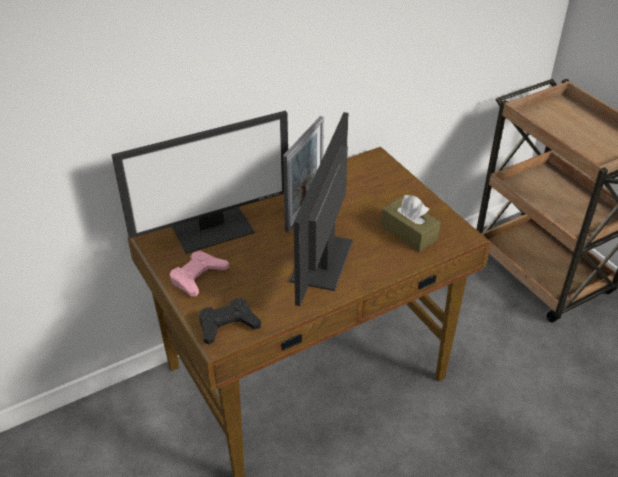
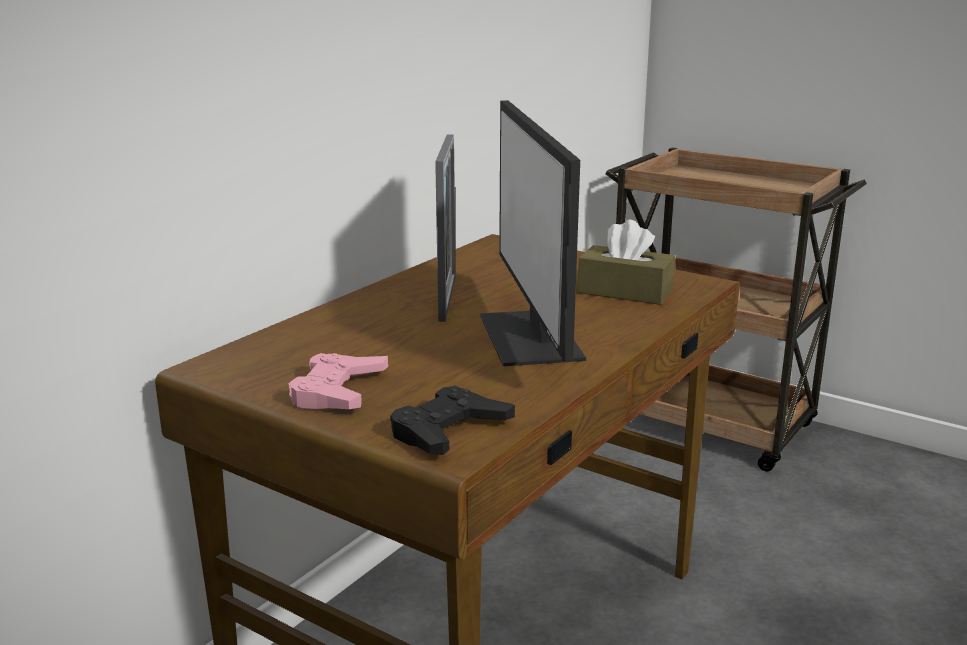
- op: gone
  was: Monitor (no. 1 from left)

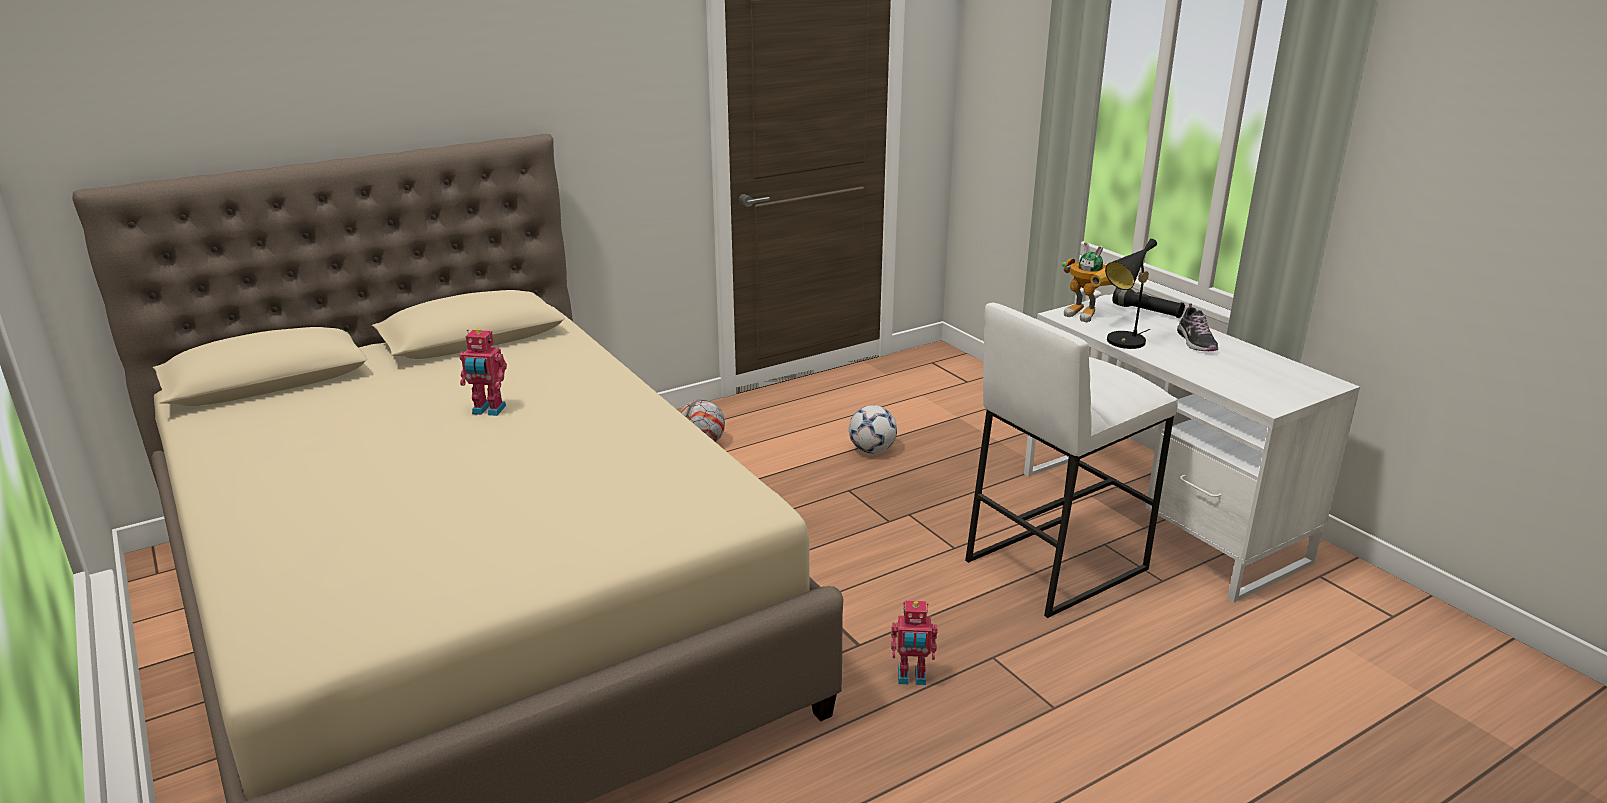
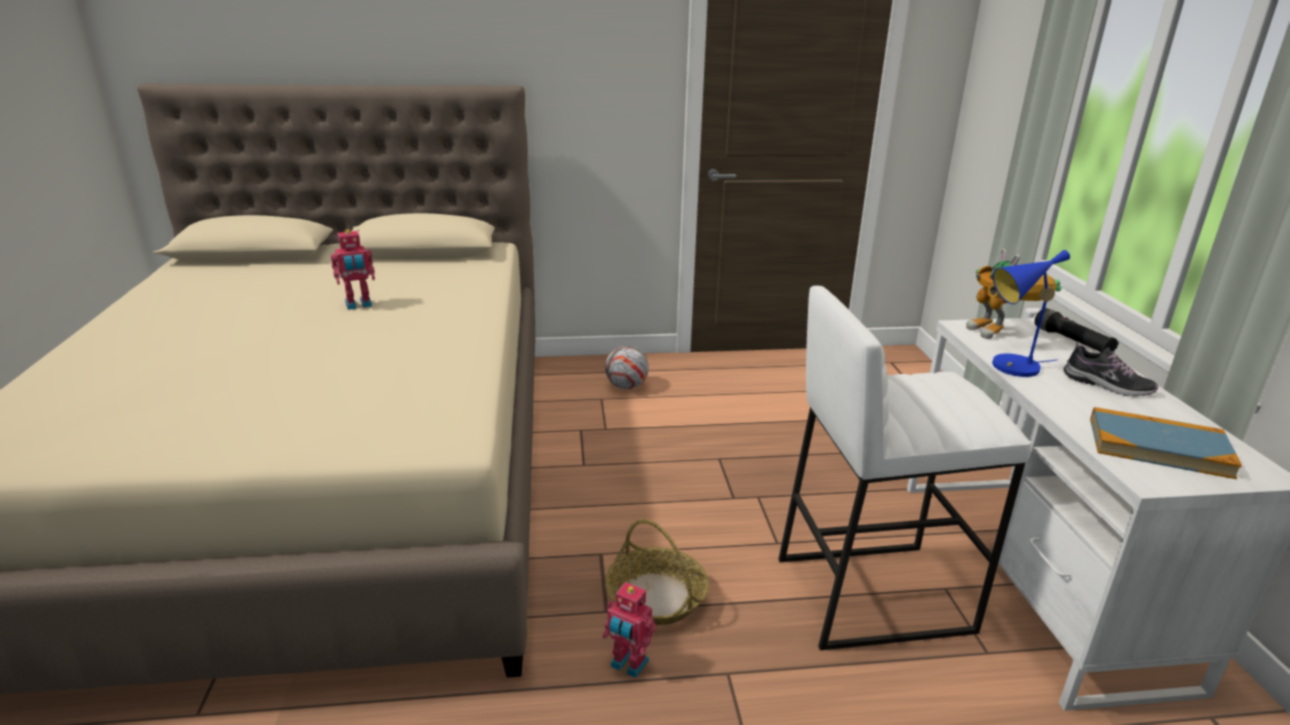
- op: gone
  was: Fußball (no. 2 from left)
- op: new
  now: Korb
- op: new
  now: Buch
- op: repainted
  was: Tischlampe (schwarz)
  now: Tischlampe (blau)
- op: rotated
  was: Spielzeugroboter (no. 1 from left)
  clockwise: -60
- op: rotated
  was: Schuh
  clockwise: -75

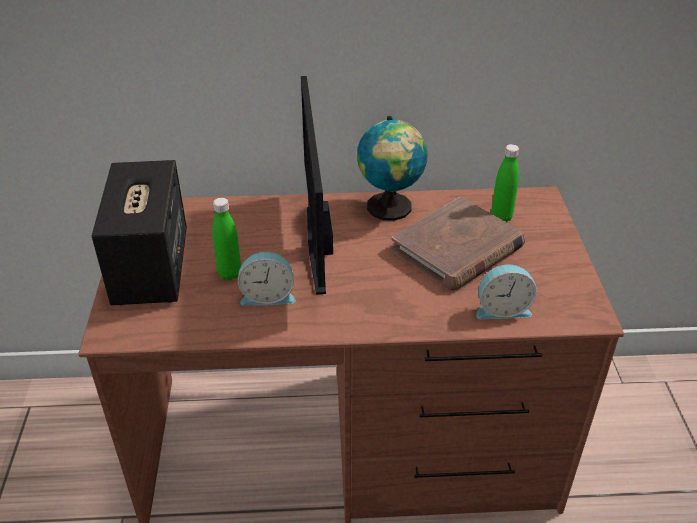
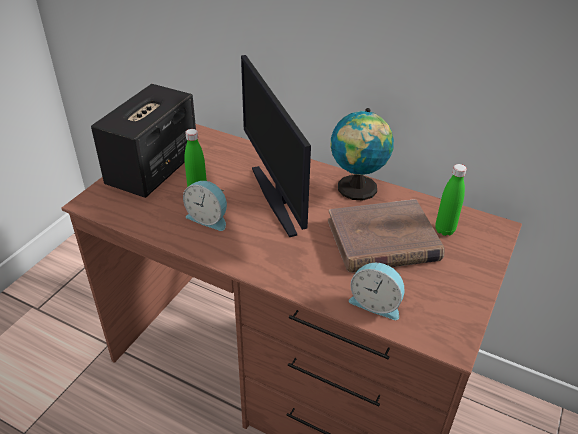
- op: rotated
  was: Monitor
  clockwise: -45

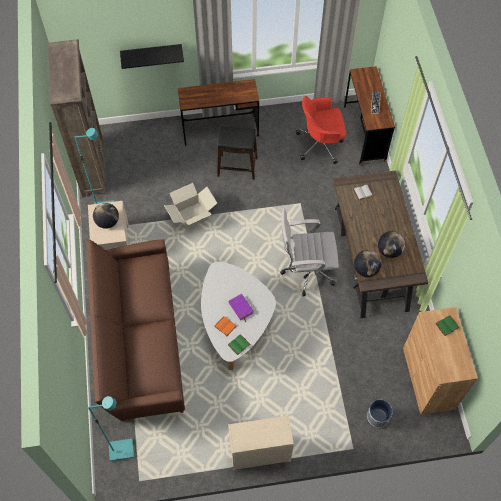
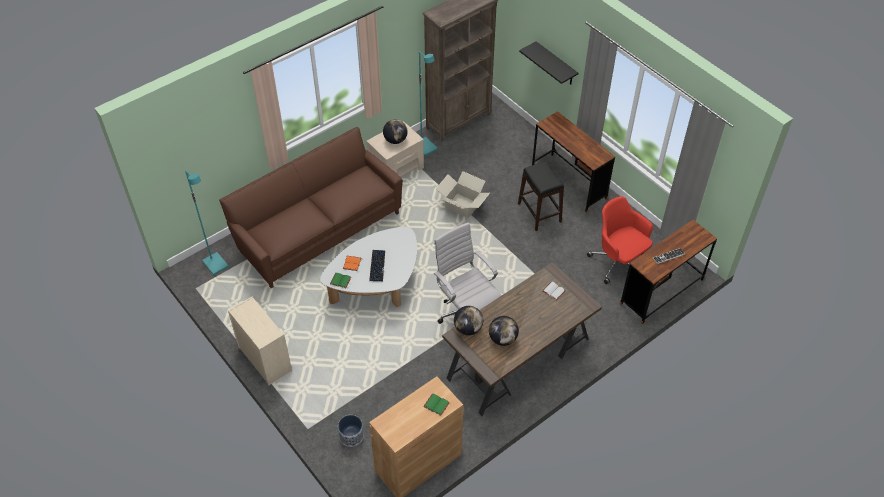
- op: swapped
  was: Buch (lila)
  now: Tastatur (no. 1 from left)

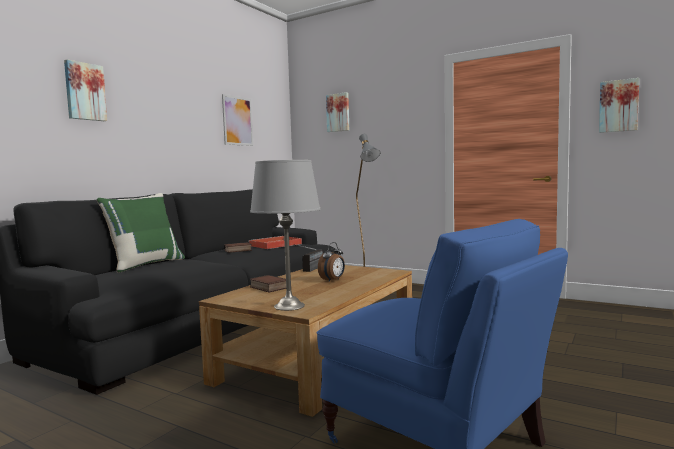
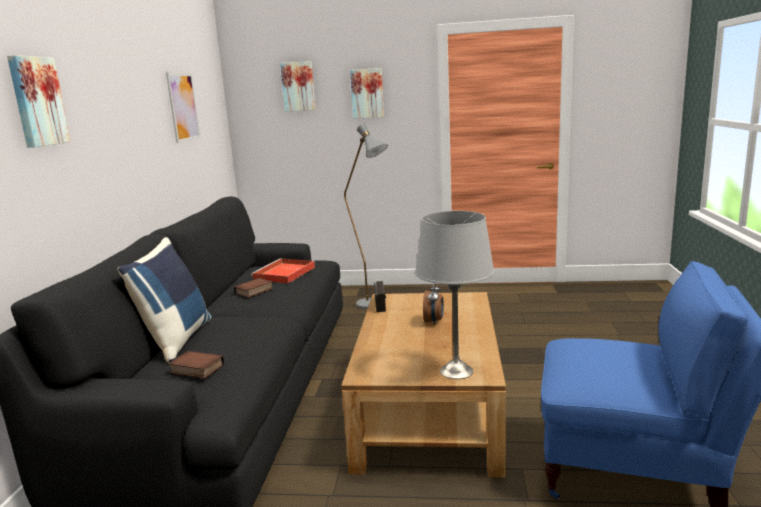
- op: shifted
  was: Buch (no. 2 from left in the first image)
  now: Buch (no. 1 from left)
- op: shifted
  was: Bild (no. 4 from left)
- op: repainted
  was: Kissen (grün)
  now: Kissen (blau)

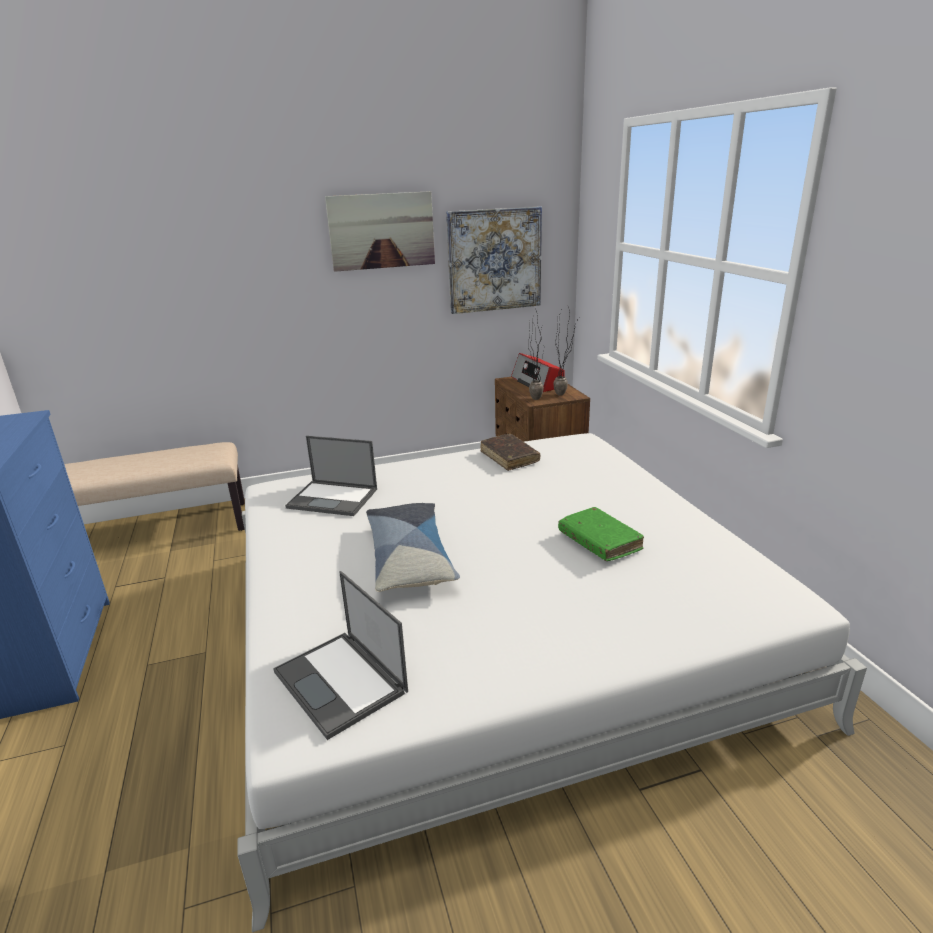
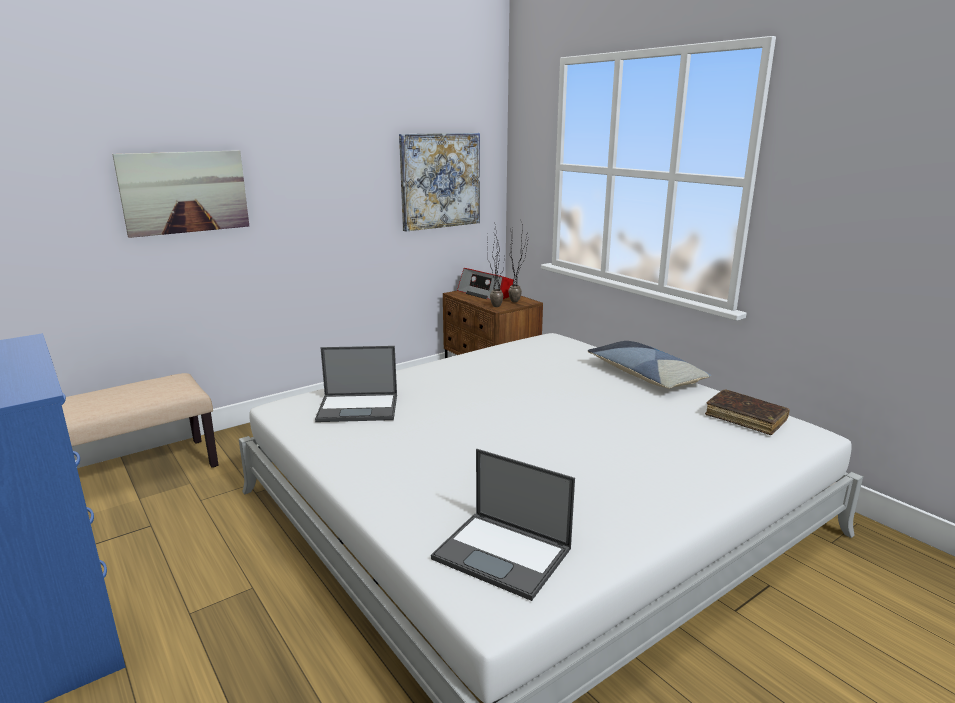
- op: gone
  was: Buch (grün)
- op: shifted
  was: Bild (no. 1 from left)
- op: shifted
  was: Kissen
- op: shifted
  was: Buch (braun)

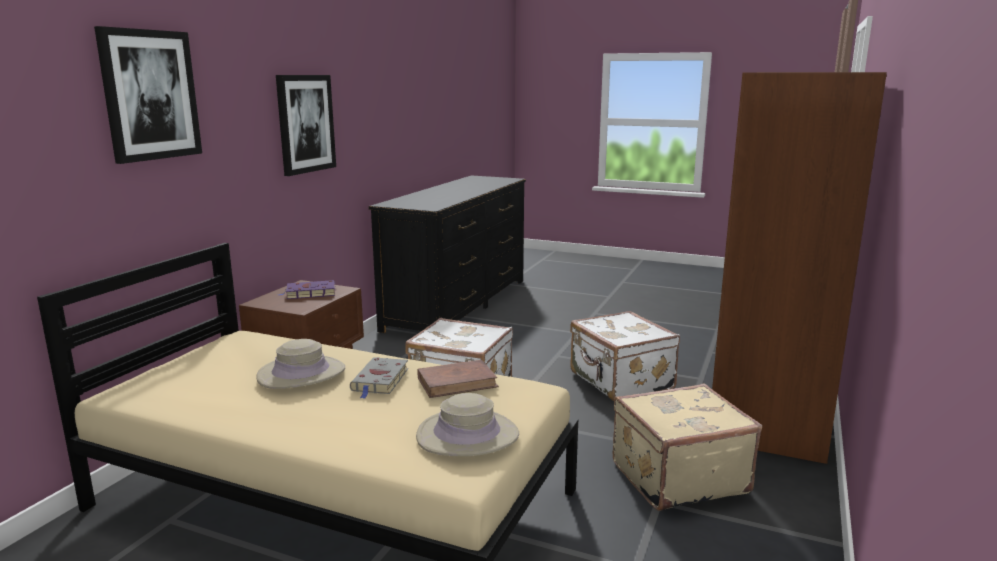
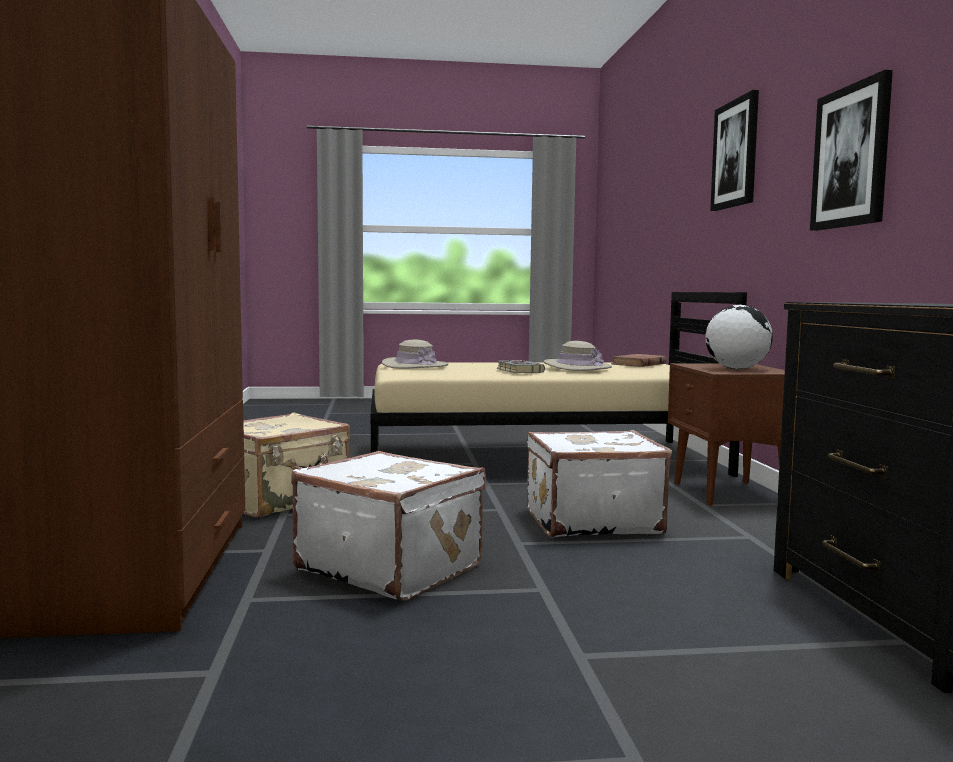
- op: shifted
  was: Buch (braun)
- op: swapped
  was: Buch (lila)
  now: Globus

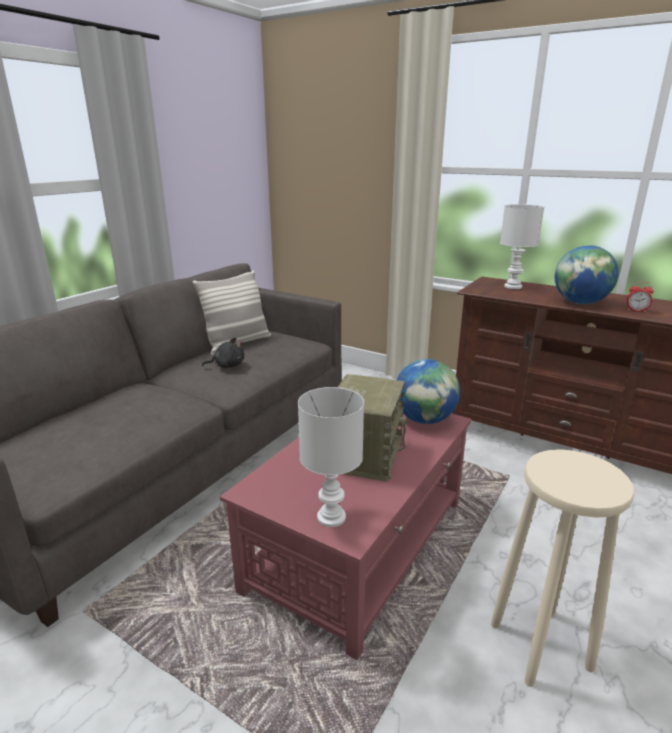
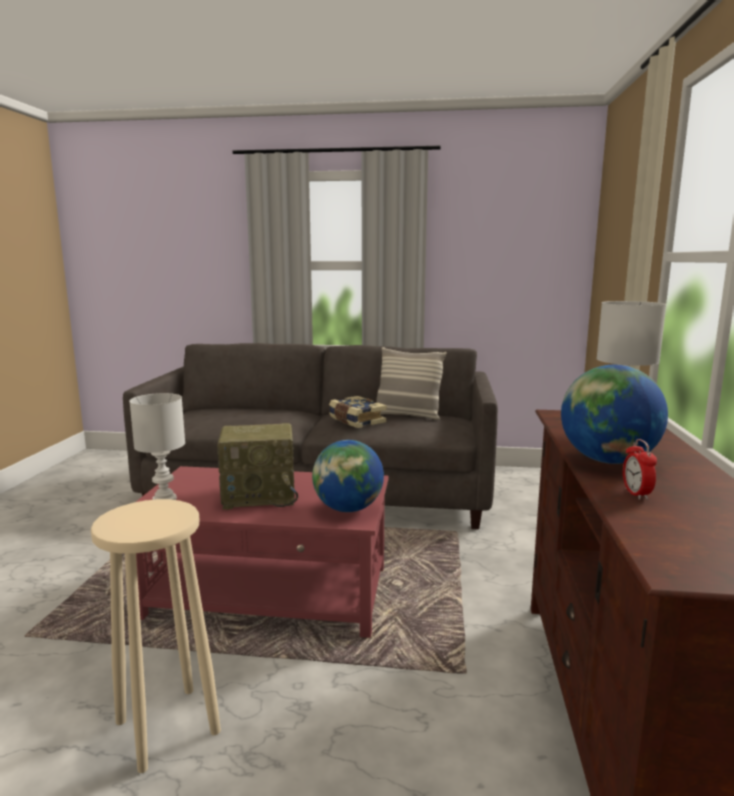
- op: swapped
  was: Plüschtier (schwarz)
  now: Buch

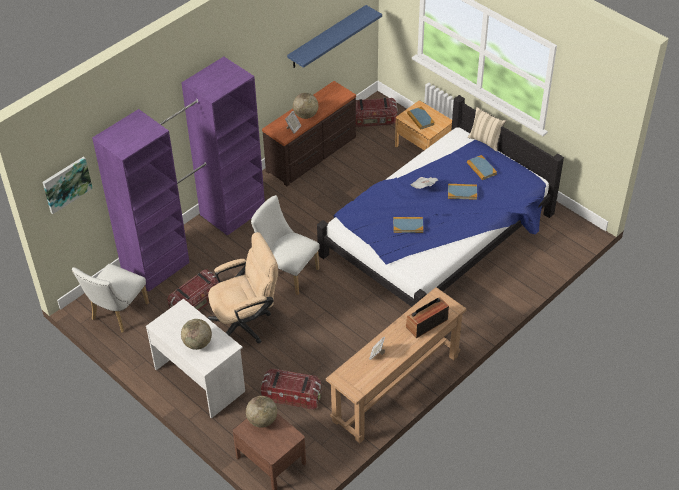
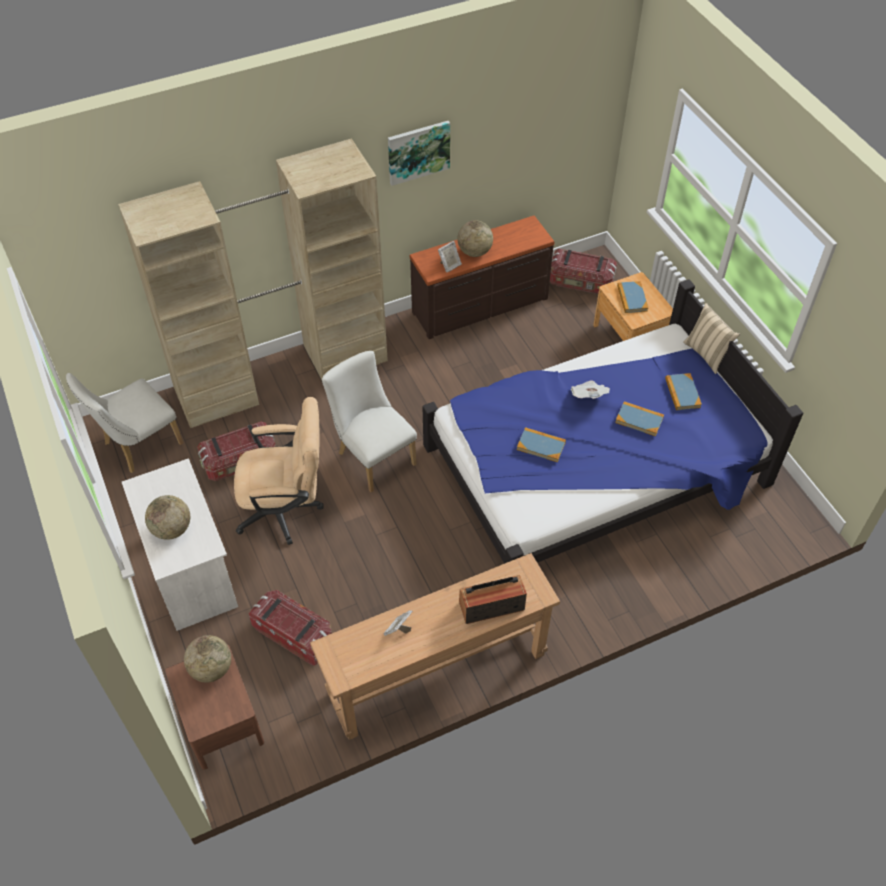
- op: gone
  was: Wandregal (blau)
- op: shifted
  was: Bild
- op: repainted
  was: Kleiderschrank (lila)
  now: Kleiderschrank (beige)

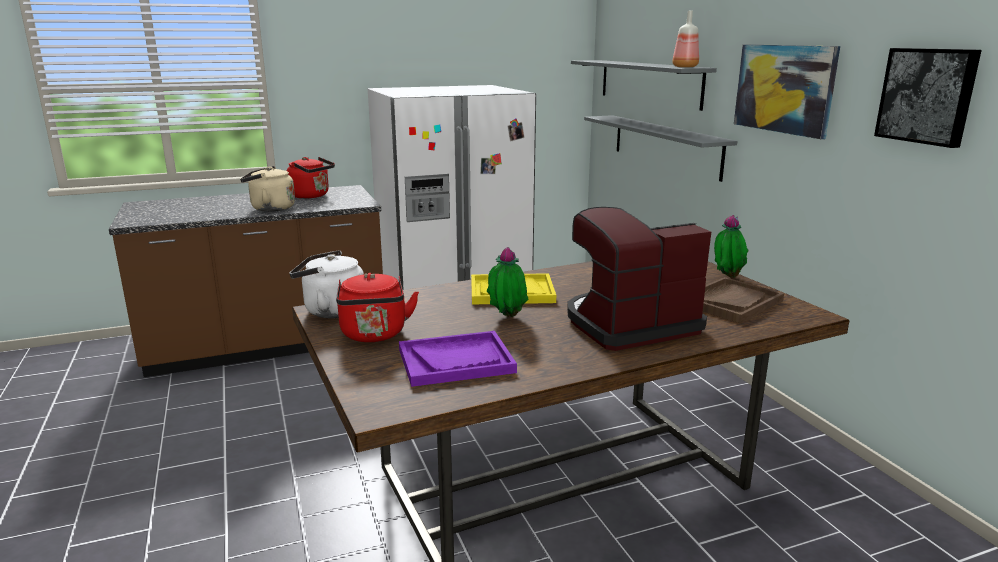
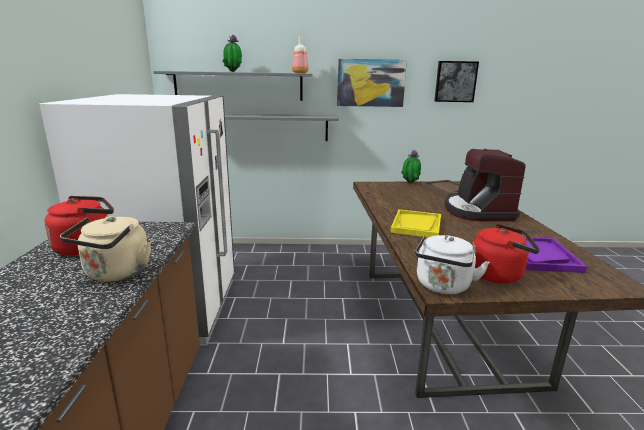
- op: shifted
  was: Topfpflanze (no. 1 from left)

